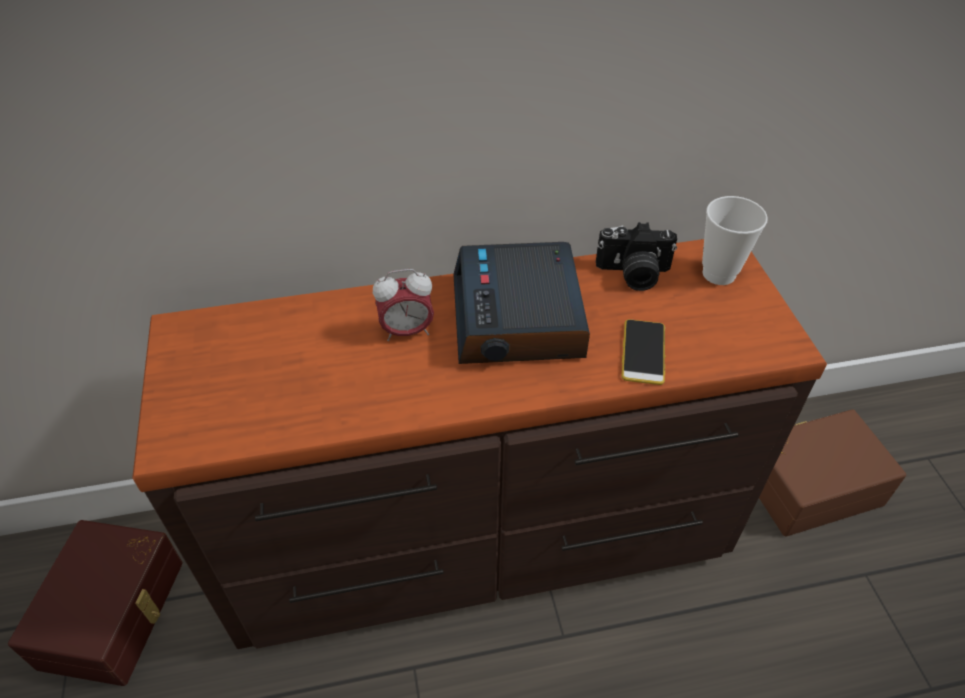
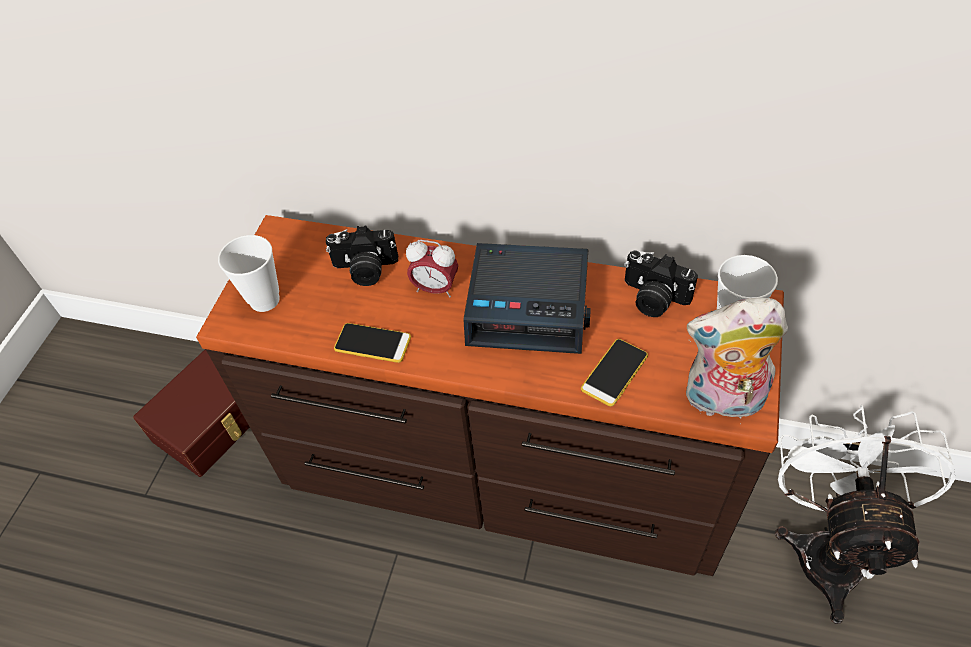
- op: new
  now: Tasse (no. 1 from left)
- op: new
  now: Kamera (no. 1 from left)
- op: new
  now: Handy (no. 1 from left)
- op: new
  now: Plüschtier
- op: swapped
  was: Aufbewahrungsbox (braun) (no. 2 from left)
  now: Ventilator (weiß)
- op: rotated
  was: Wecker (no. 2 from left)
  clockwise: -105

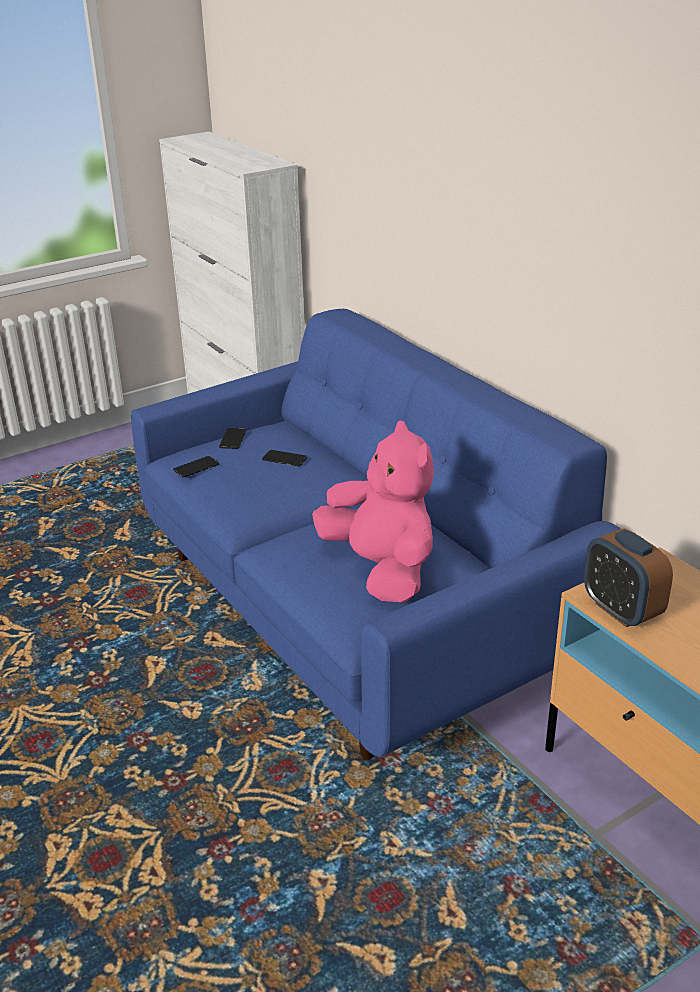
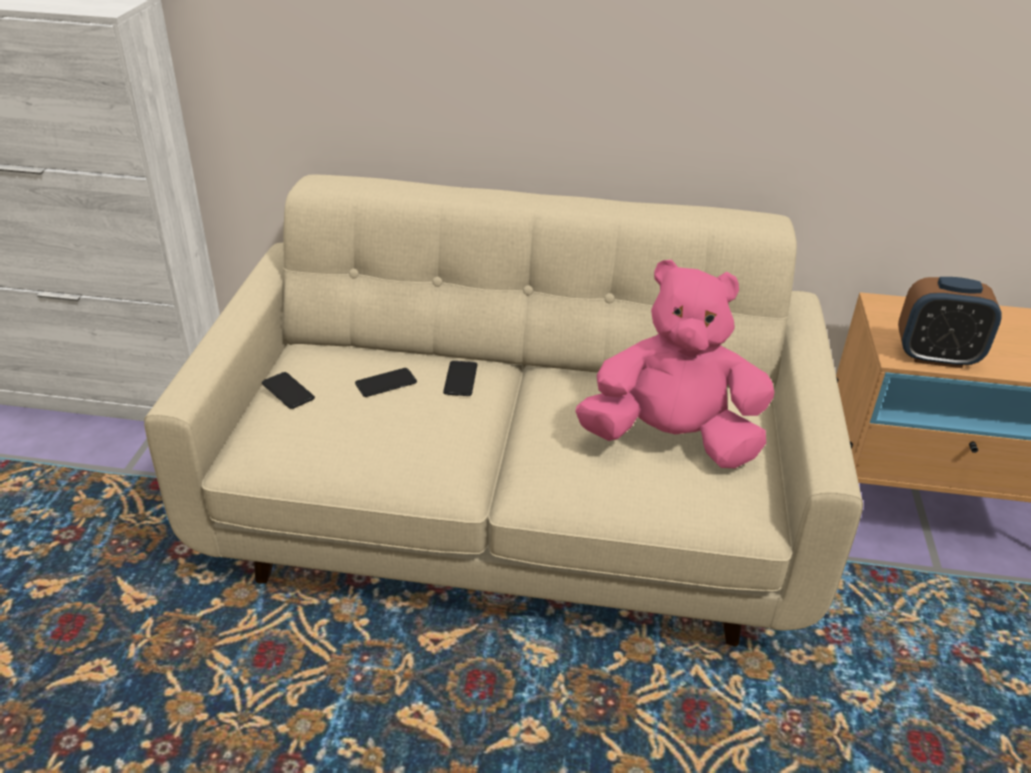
- op: shifted
  was: Handy (no. 1 from left in the first image)
  now: Handy (no. 3 from left)
- op: repainted
  was: Sofa (blau)
  now: Sofa (beige)

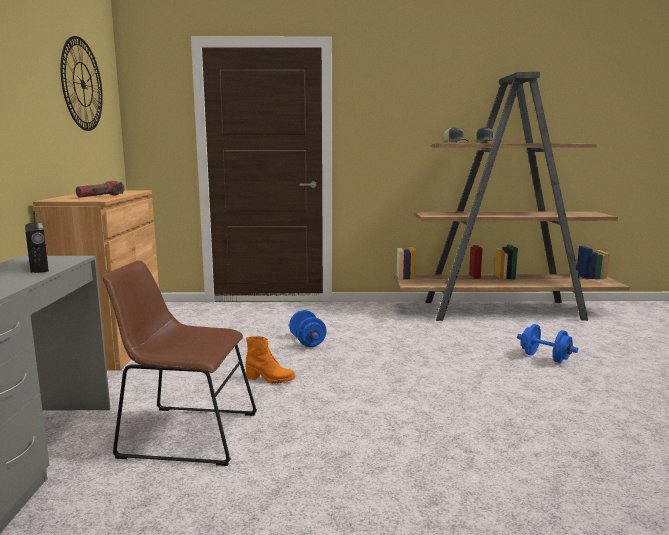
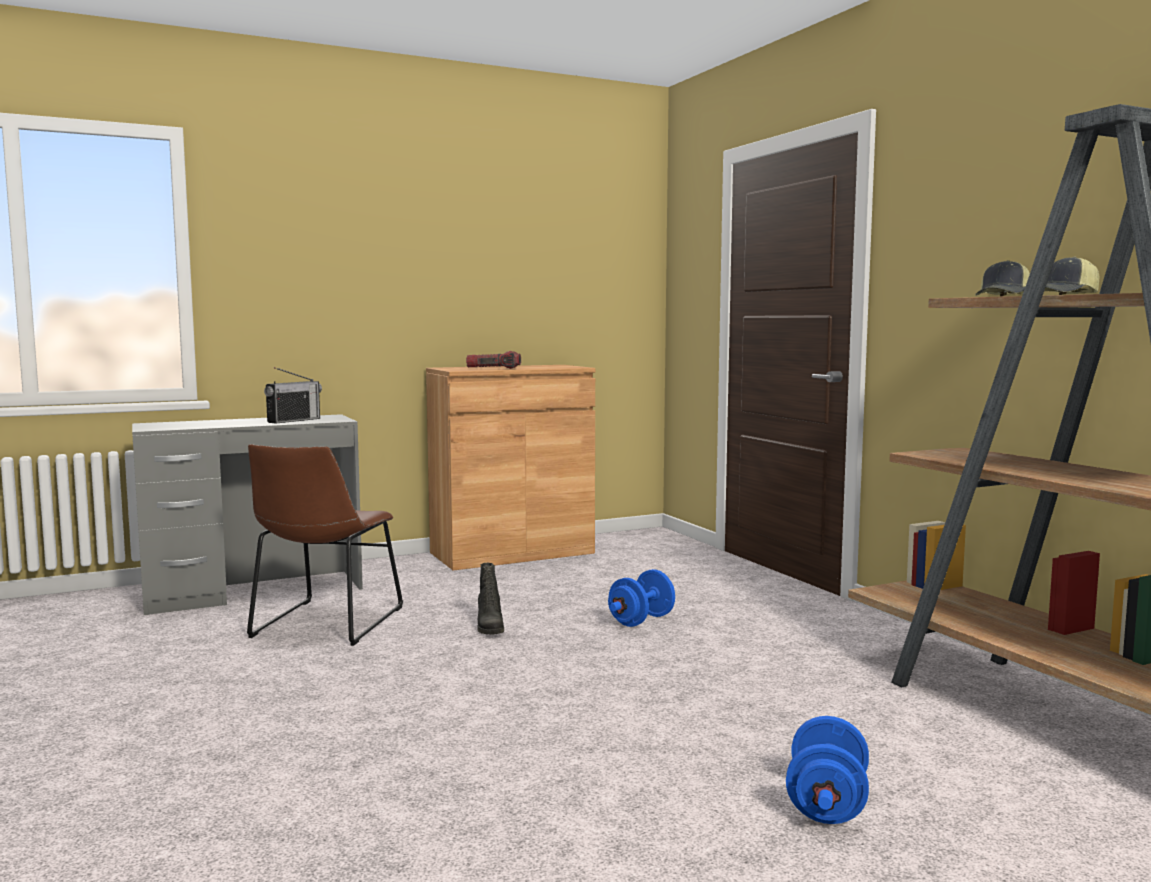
- op: gone
  was: Wanduhr
- op: repainted
  was: Stiefel (orange)
  now: Stiefel (schwarz)
- op: rotated
  was: Stuhl (braun)
  clockwise: -150

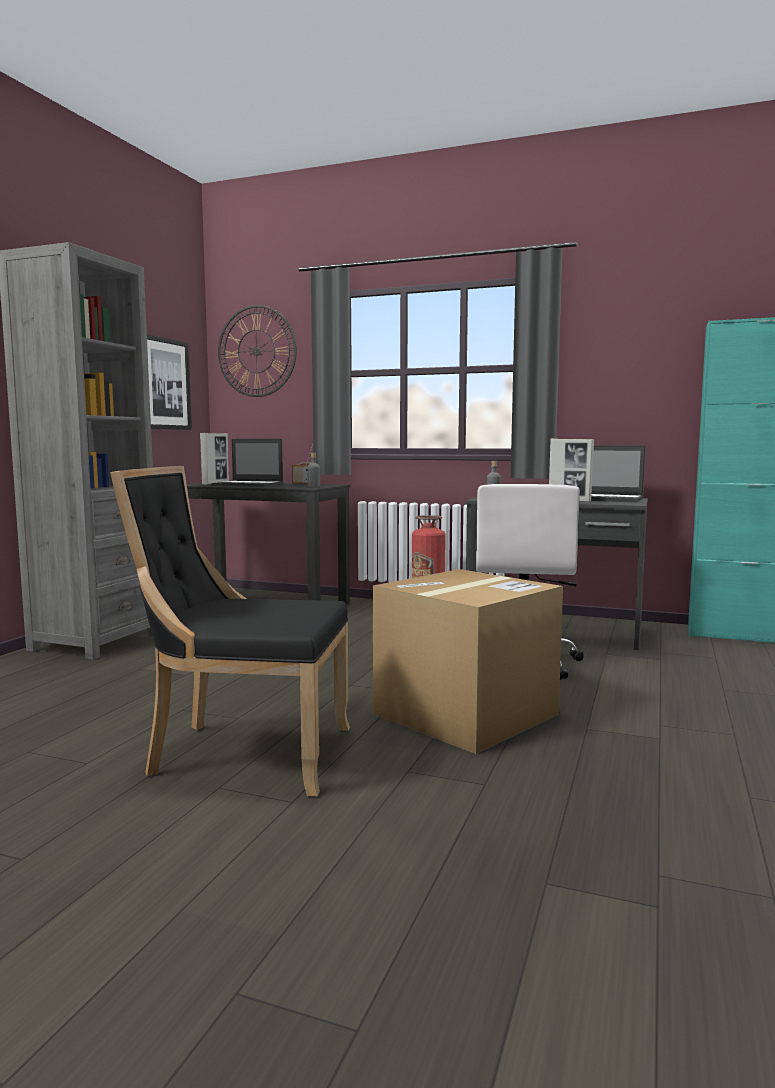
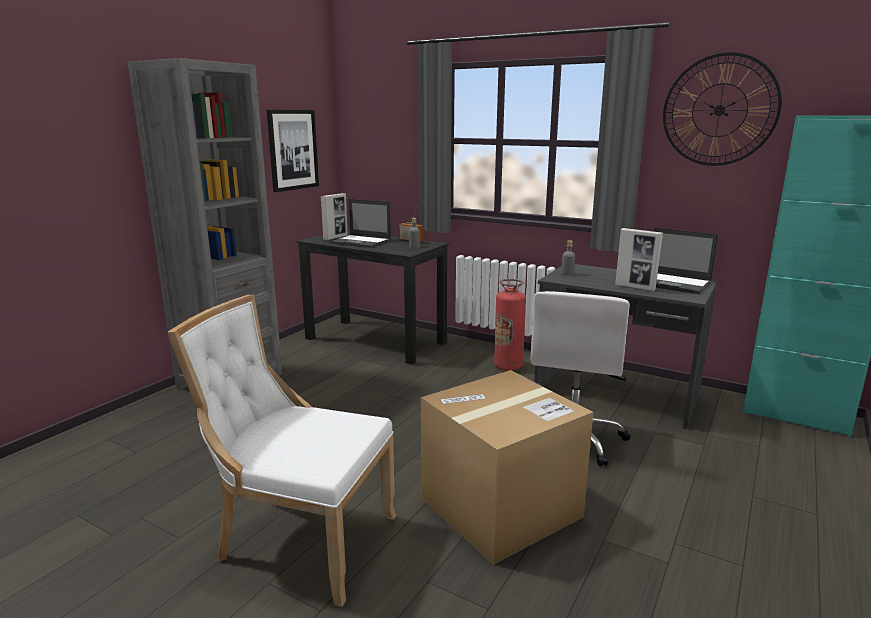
- op: shifted
  was: Wanduhr
- op: repainted
  was: Stuhl (schwarz)
  now: Stuhl (weiß)

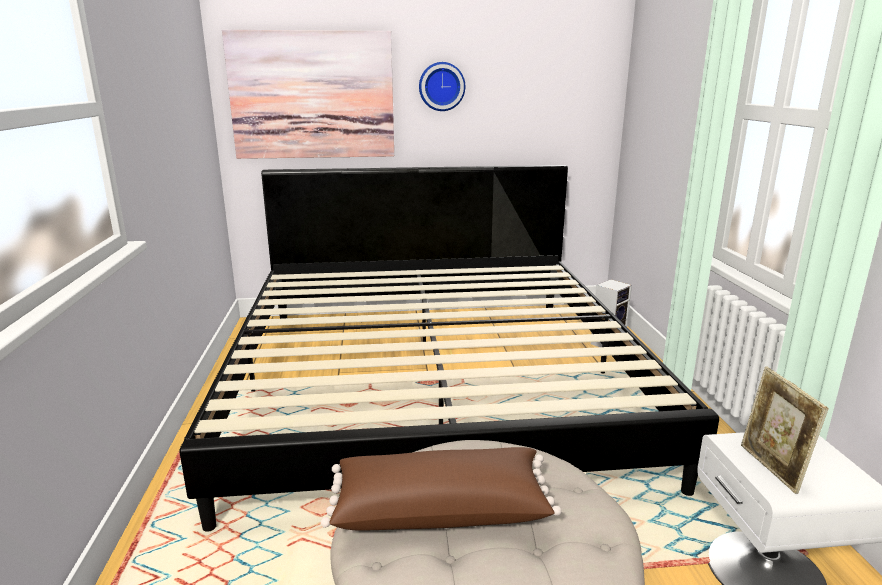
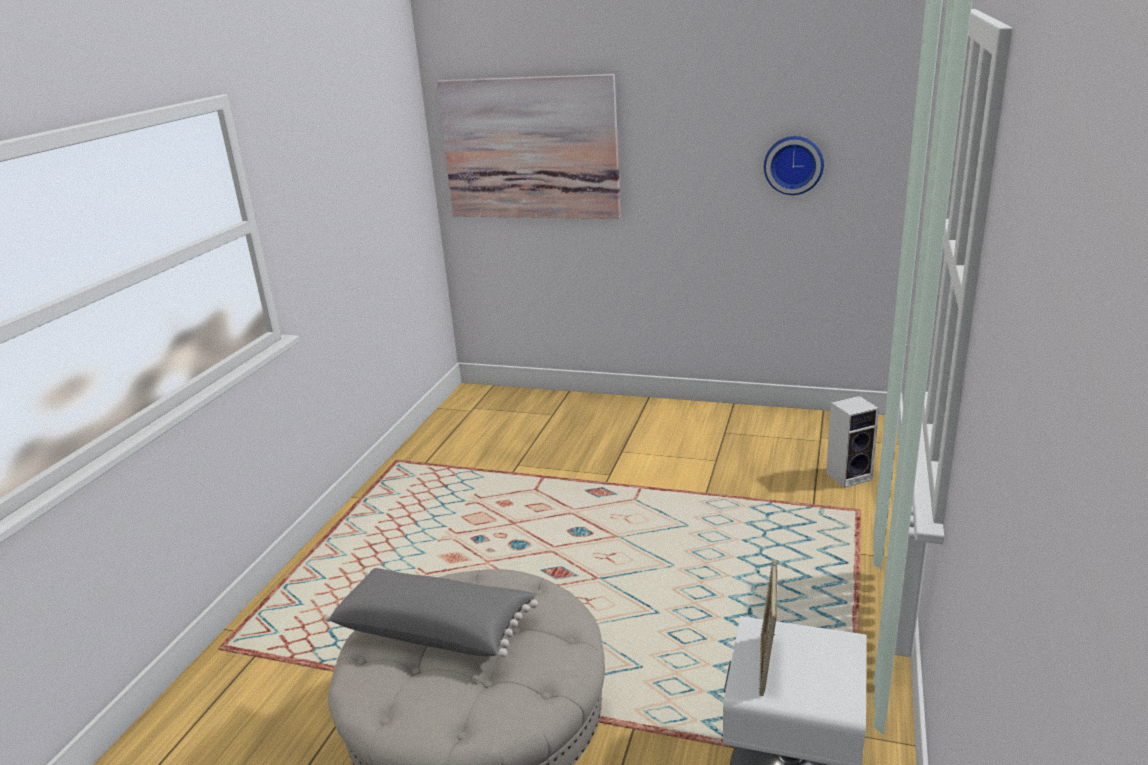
- op: gone
  was: Bett
- op: shifted
  was: Wanduhr
- op: repainted
  was: Kissen (braun)
  now: Kissen (grau)

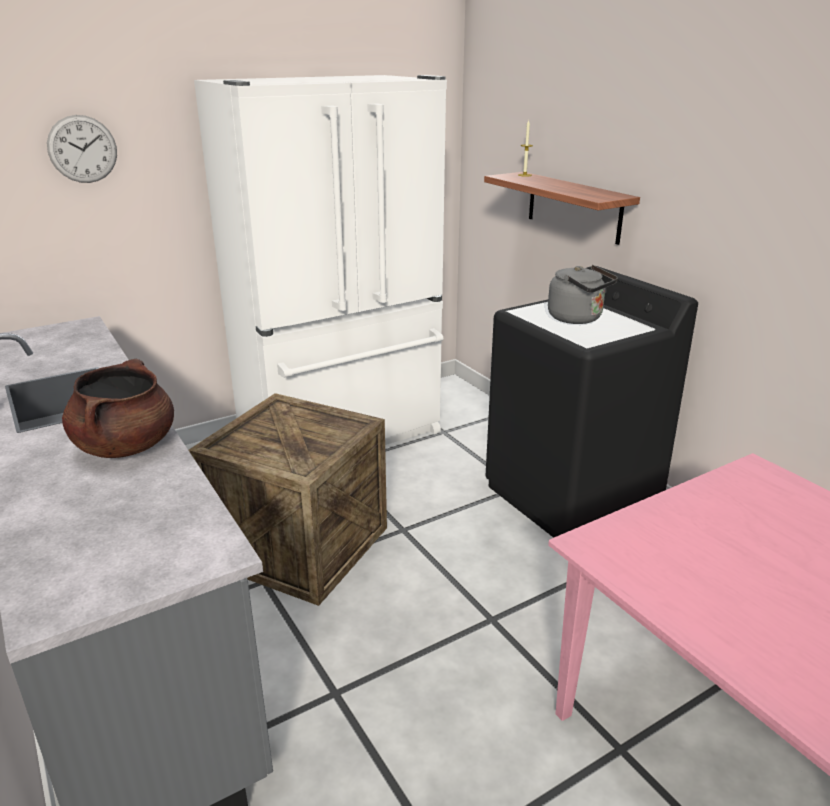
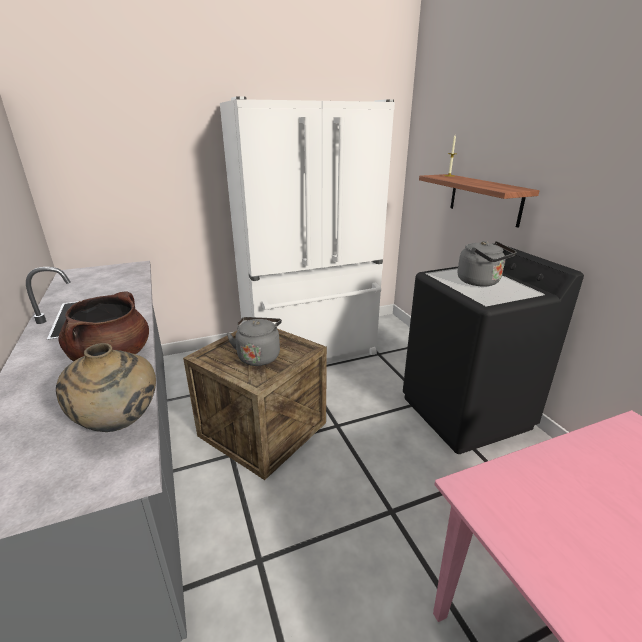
- op: gone
  was: Wanduhr
- op: new
  now: Vase (beige)
- op: new
  now: Wasserkessel (grau) (no. 1 from left)

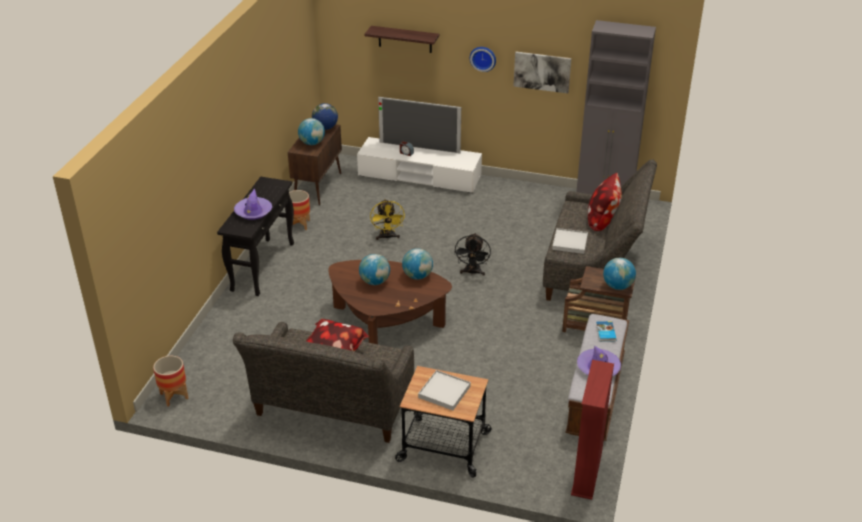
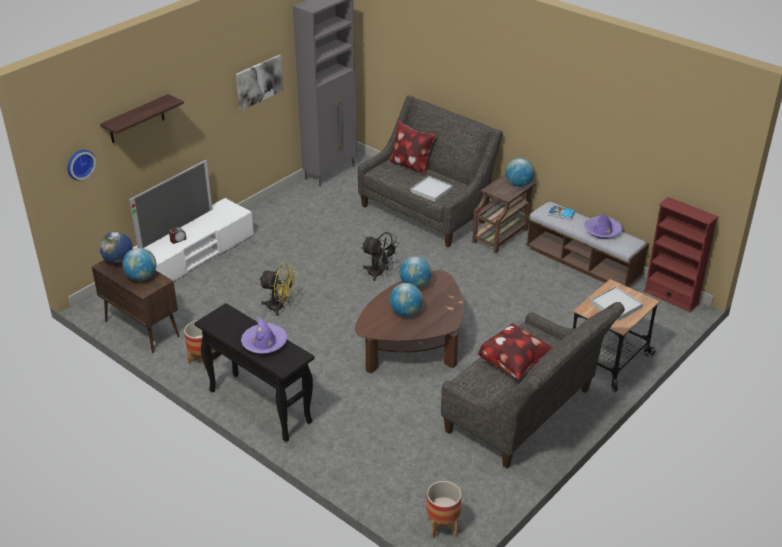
- op: shifted
  was: Wanduhr

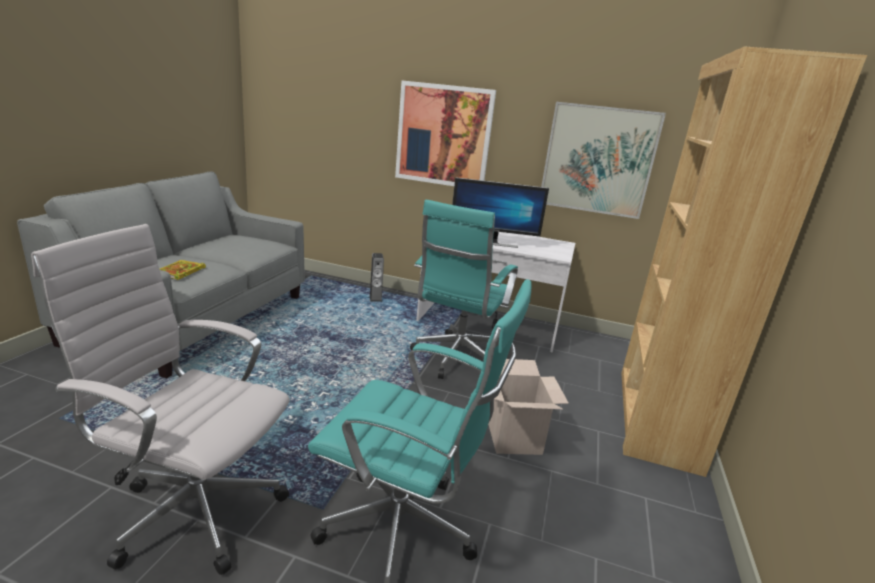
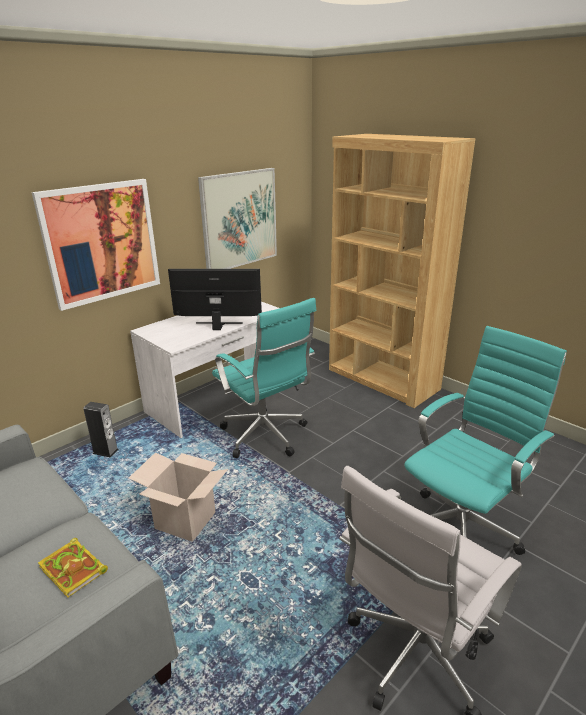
- op: shifted
  was: Karton
- op: rotated
  was: Monitor
  clockwise: -120

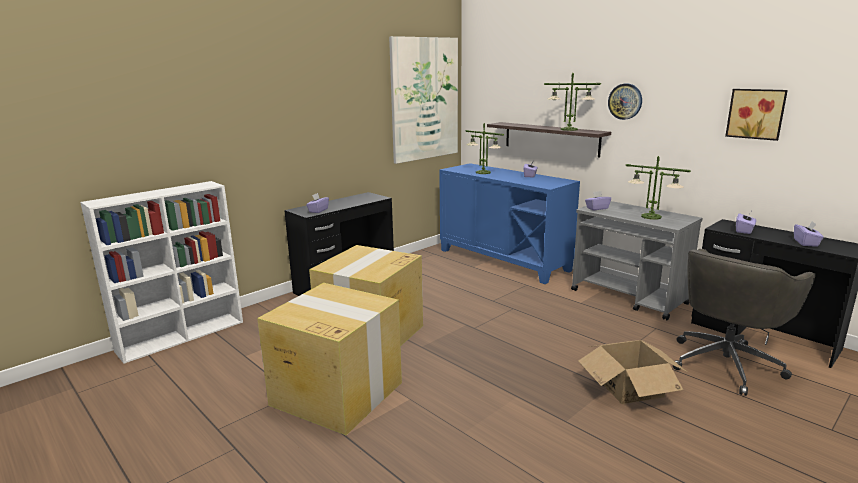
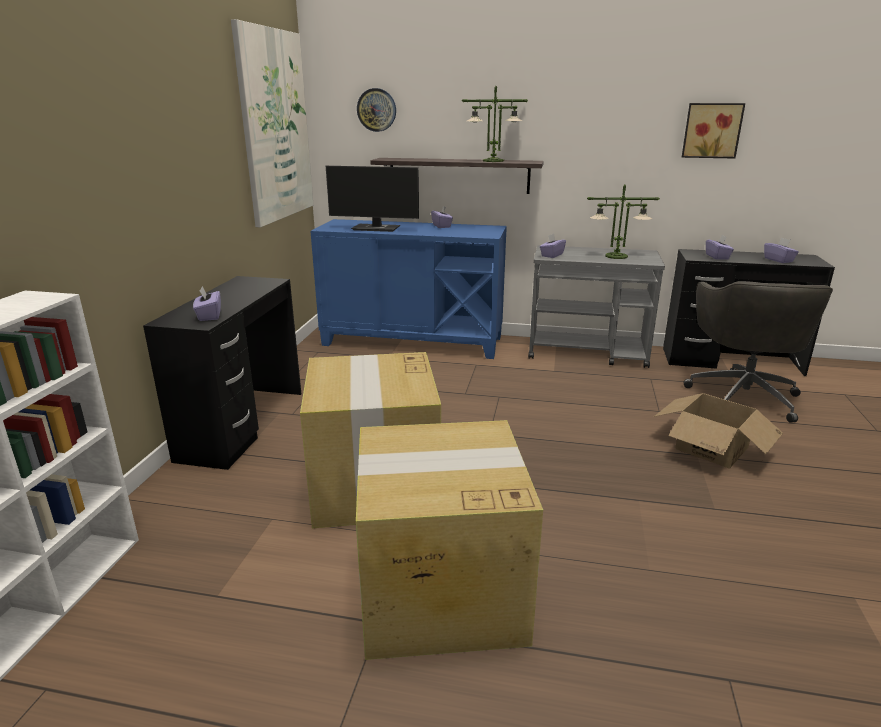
- op: shifted
  was: Wanduhr
- op: swapped
  was: Tischlampe (no. 1 from left)
  now: Monitor

